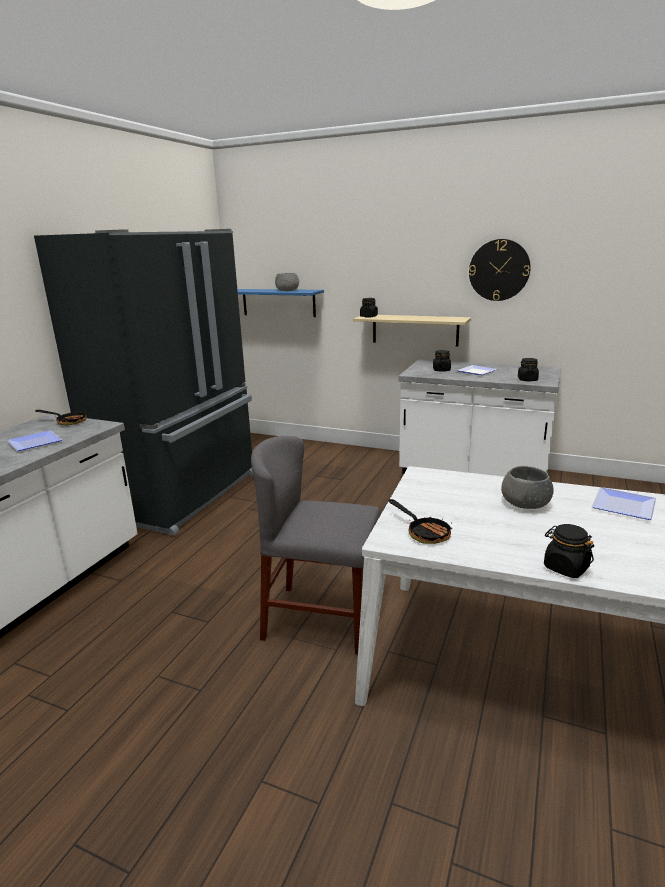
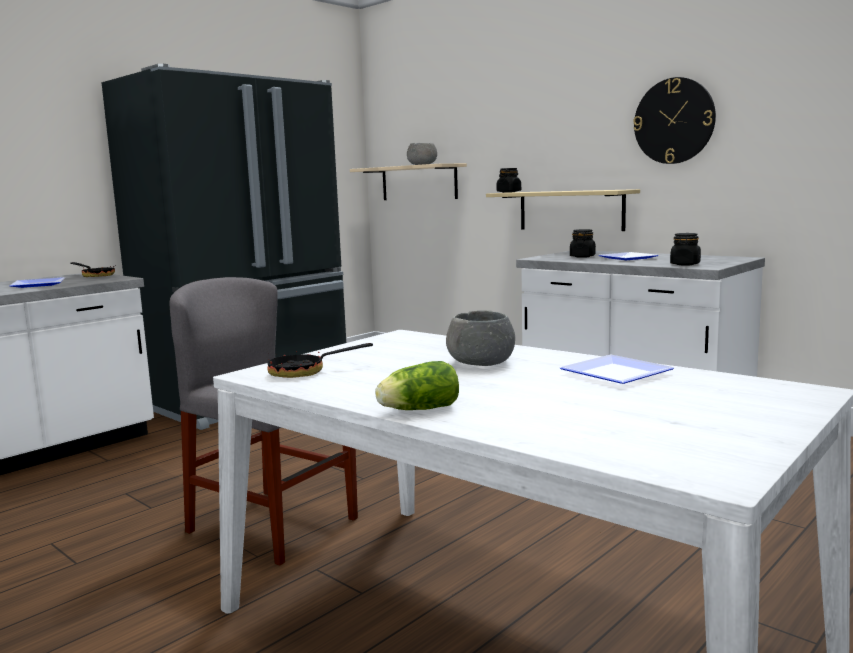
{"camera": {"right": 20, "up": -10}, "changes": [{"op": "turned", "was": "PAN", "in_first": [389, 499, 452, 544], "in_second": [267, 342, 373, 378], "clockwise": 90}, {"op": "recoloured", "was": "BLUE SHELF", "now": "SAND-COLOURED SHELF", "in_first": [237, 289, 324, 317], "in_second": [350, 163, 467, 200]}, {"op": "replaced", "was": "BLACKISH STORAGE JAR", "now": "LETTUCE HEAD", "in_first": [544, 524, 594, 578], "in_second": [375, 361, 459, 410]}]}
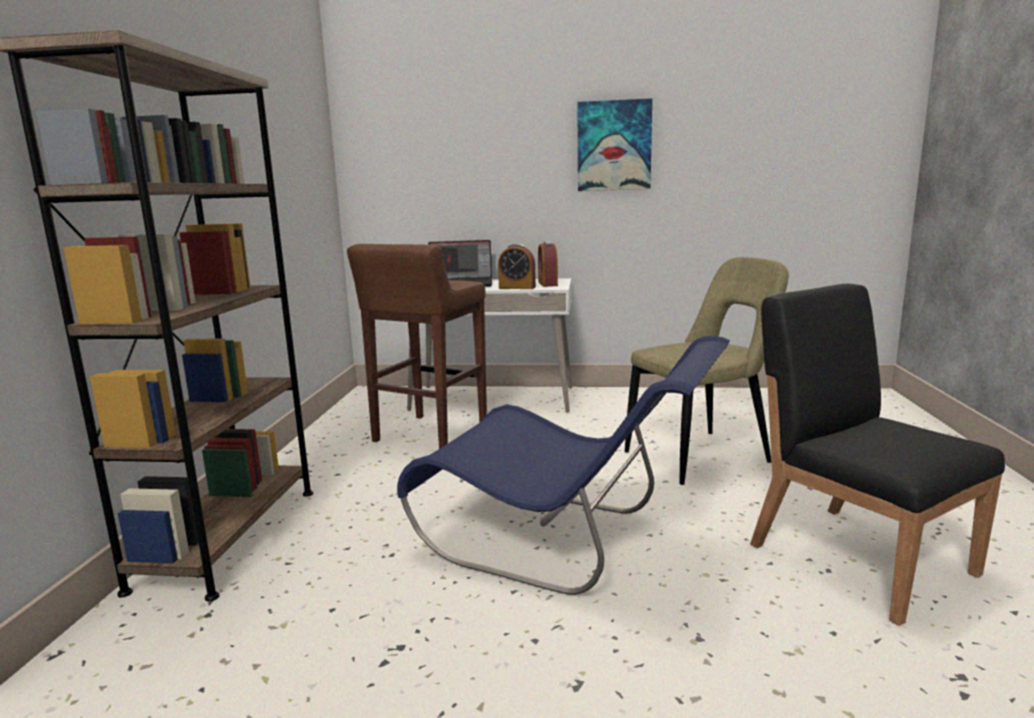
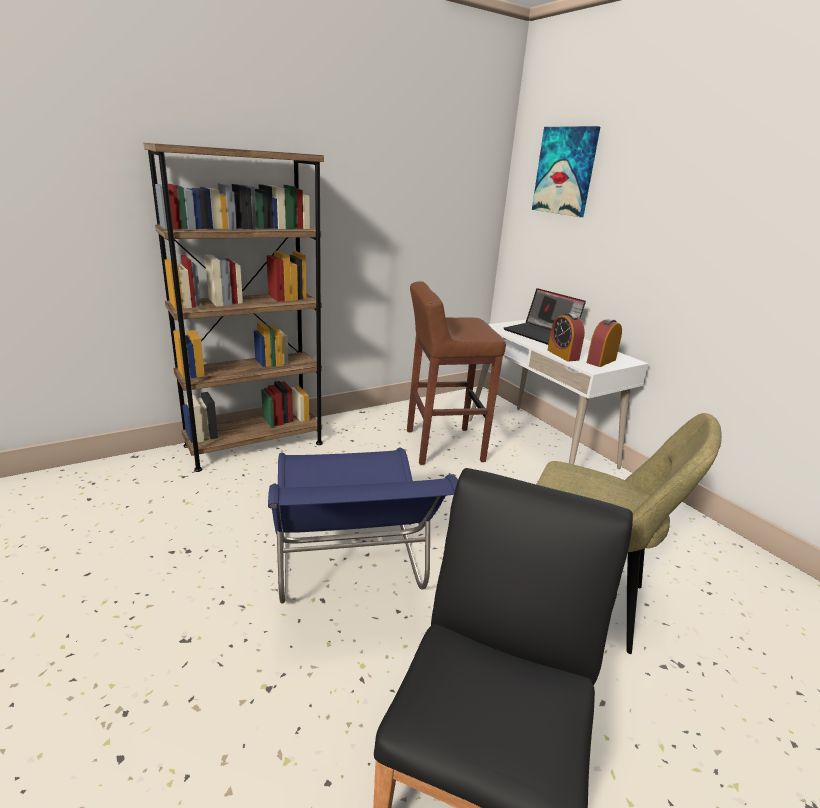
{"camera": {"right": 50, "up": 10}, "changes": [{"op": "moved", "was": "PICTURE", "in_first": [577, 98, 652, 191], "in_second": [532, 126, 600, 217]}]}
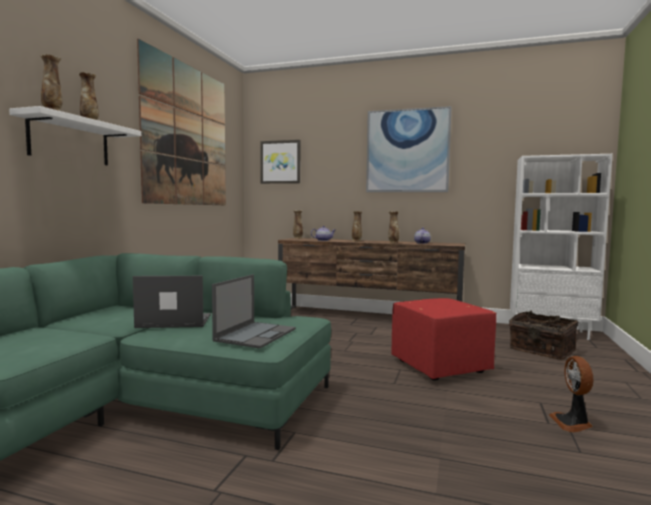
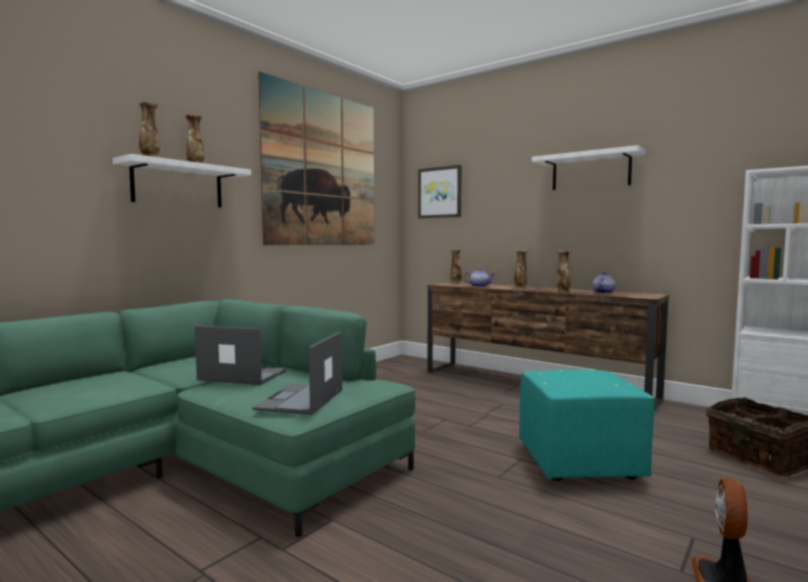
{"camera": {"right": 20, "up": 0}, "changes": [{"op": "turned", "was": "PORTABLE COMPUTER", "in_first": [212, 274, 296, 348], "in_second": [252, 332, 342, 415], "clockwise": 150}, {"op": "recoloured", "was": "RED FOOTREST", "now": "TURQUOISE-COLOURED FOOTREST", "in_first": [391, 298, 496, 381], "in_second": [519, 370, 654, 481]}, {"op": "replaced", "was": "PICTURE", "now": "WHITE SHELF", "in_first": [366, 106, 451, 192], "in_second": [532, 145, 646, 190]}]}
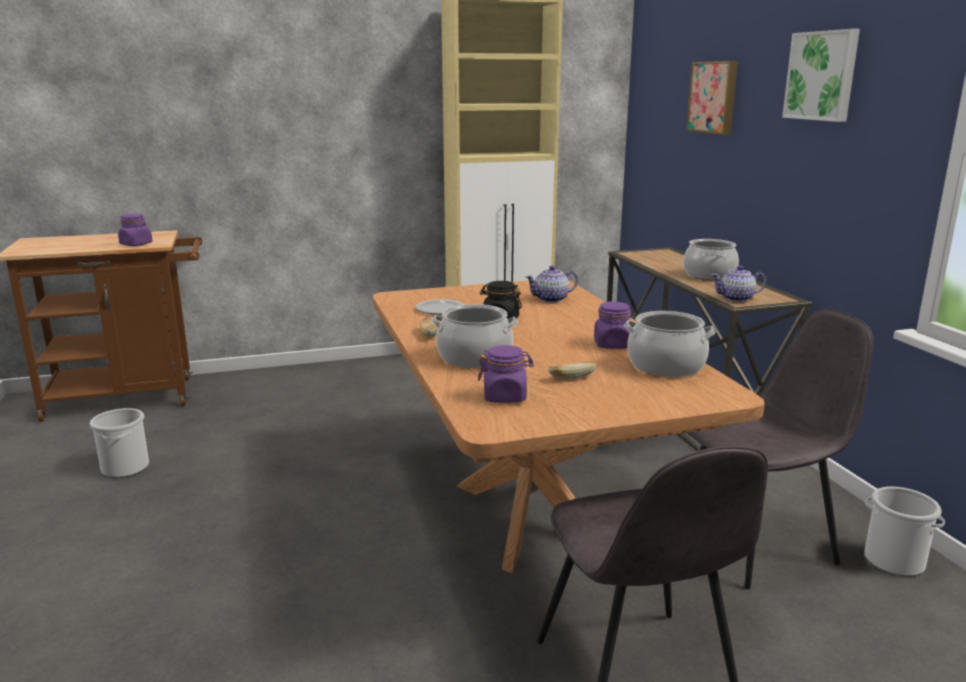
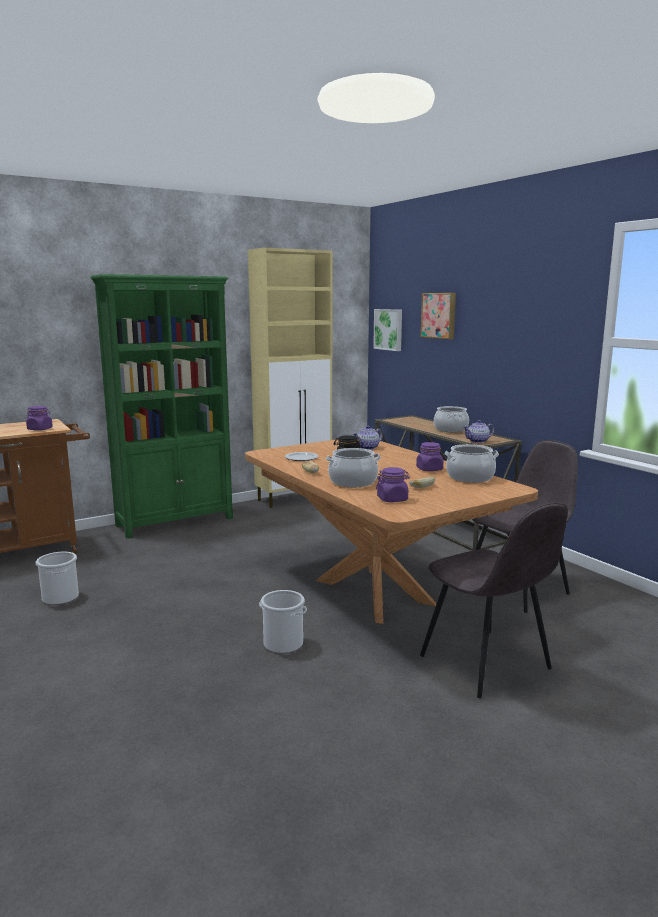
{"camera": {"right": -15, "up": -5}, "changes": [{"op": "added", "now": "GREENISH BOOKSHELF", "in_second": [90, 274, 233, 538]}, {"op": "moved", "was": "PAIL", "in_first": [864, 486, 945, 577], "in_second": [259, 590, 307, 654]}, {"op": "moved", "was": "PICTURE", "in_first": [782, 29, 860, 122], "in_second": [373, 309, 402, 351]}]}
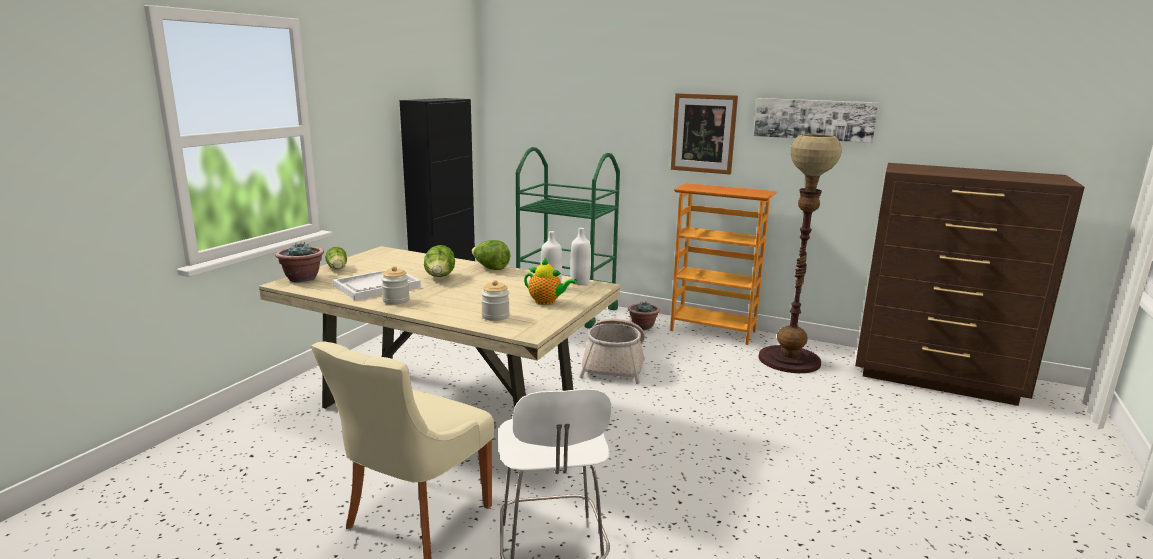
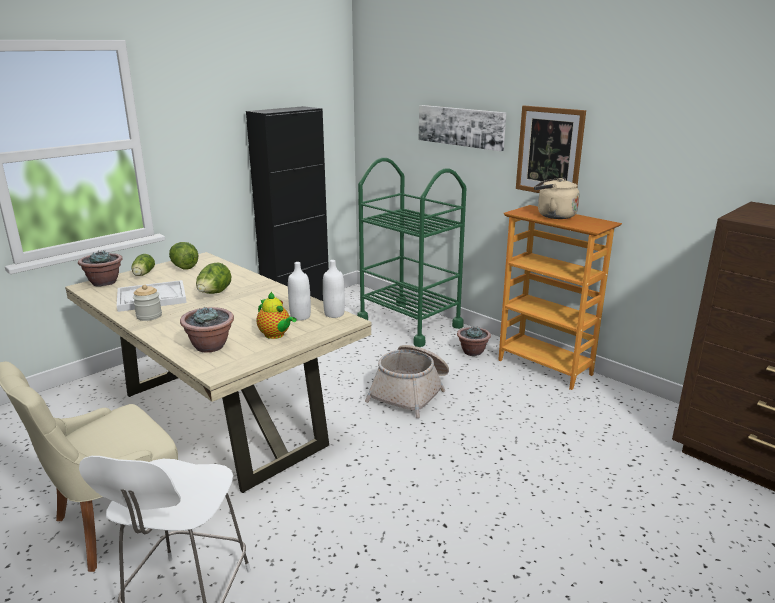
{"camera": {"right": 20, "up": 5}, "changes": [{"op": "moved", "was": "LETTUCE HEAD", "in_first": [472, 240, 511, 270], "in_second": [169, 242, 198, 270]}, {"op": "replaced", "was": "STORAGE JAR", "now": "HOUSEPLANT", "in_first": [481, 280, 510, 321], "in_second": [180, 307, 234, 353]}, {"op": "moved", "was": "PICTURE", "in_first": [754, 98, 879, 143], "in_second": [419, 105, 506, 151]}, {"op": "added", "now": "SAND-COLOURED TEA KETTLE", "in_second": [534, 178, 580, 219]}, {"op": "removed", "was": "STANDING LAMP", "in_first": [758, 134, 842, 373]}]}
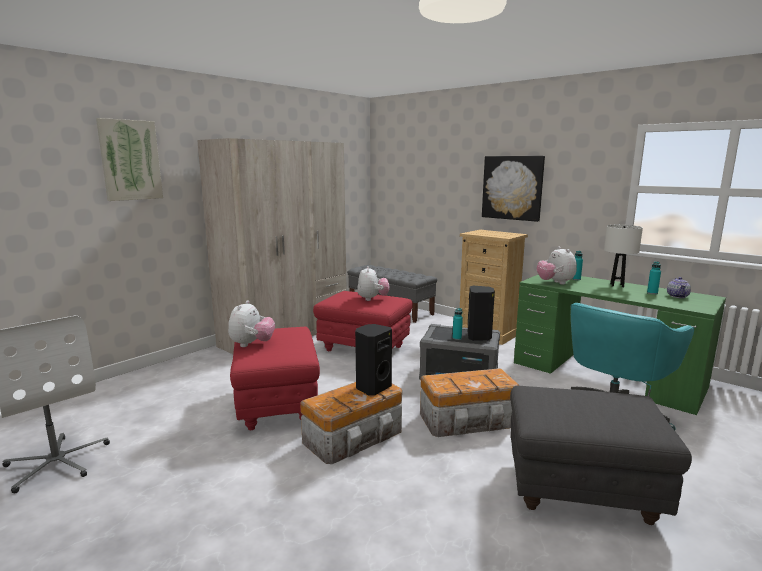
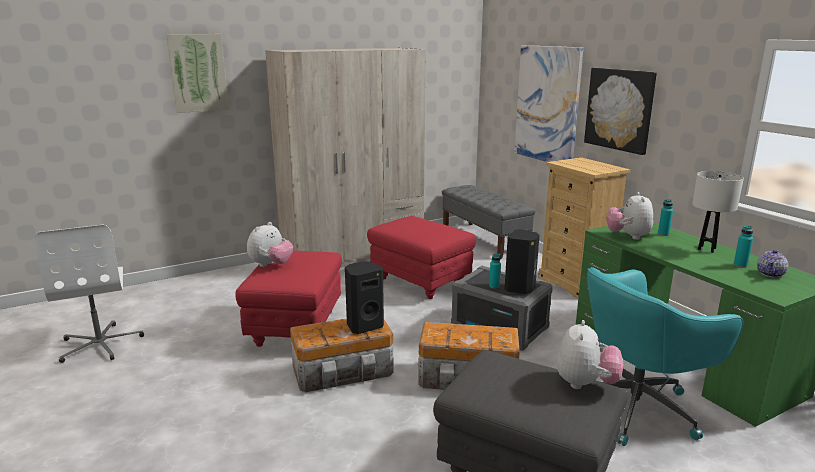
{"camera": {"right": 20, "up": 5}, "changes": [{"op": "added", "now": "PICTURE", "in_second": [514, 45, 583, 162]}, {"op": "moved", "was": "CUDDLY TOY", "in_first": [357, 266, 389, 301], "in_second": [557, 320, 623, 389]}]}
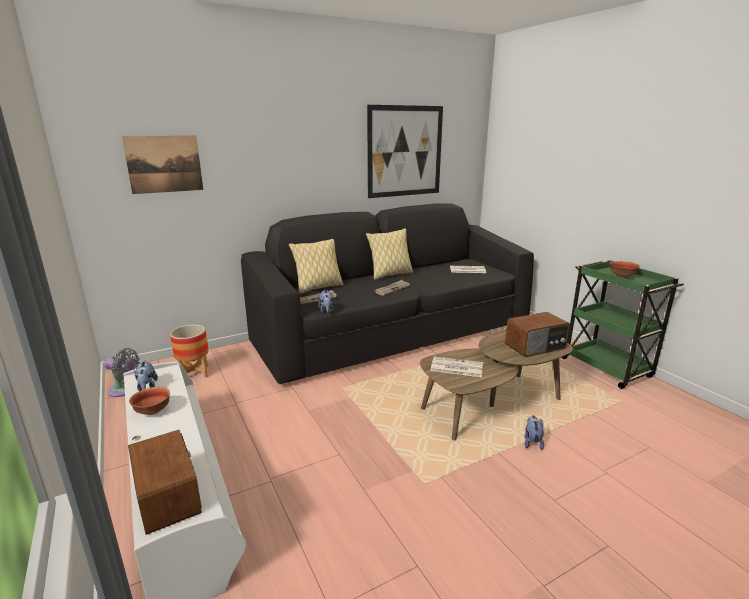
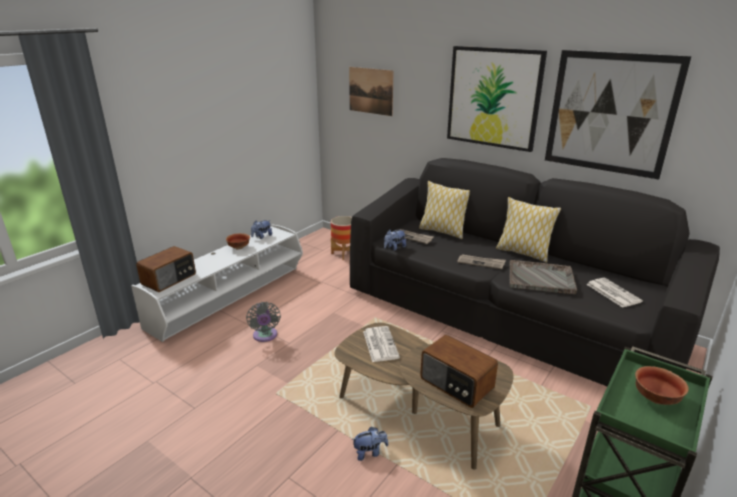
{"camera": {"right": 65, "up": 5}, "changes": [{"op": "moved", "was": "GREY FAN", "in_first": [104, 348, 140, 397], "in_second": [246, 302, 281, 342]}, {"op": "added", "now": "PICTURE", "in_second": [447, 46, 547, 152]}, {"op": "added", "now": "GREY CARRYING TRAY", "in_second": [509, 260, 577, 294]}]}
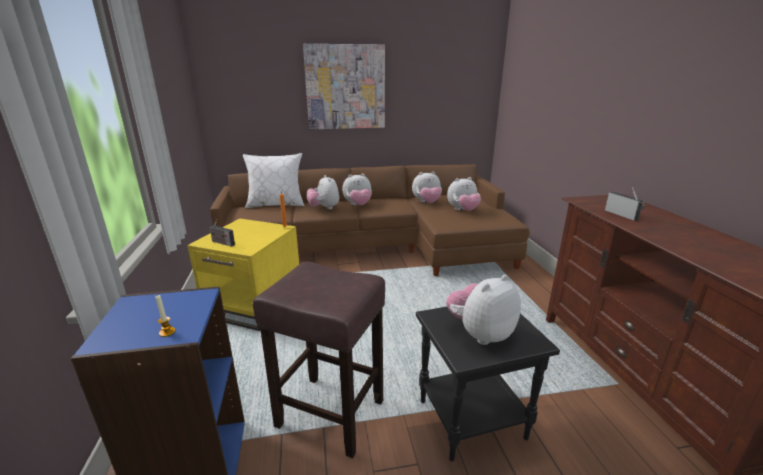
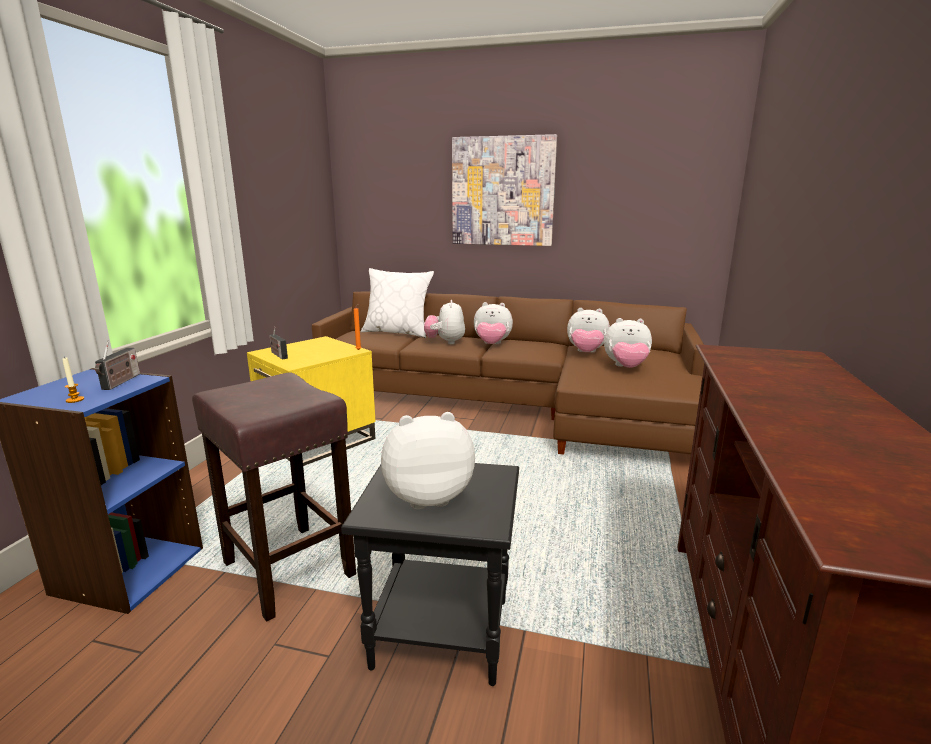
{"camera": {"right": 25, "up": -5}, "changes": [{"op": "moved", "was": "RADIO", "in_first": [605, 187, 645, 221], "in_second": [95, 341, 140, 390]}]}
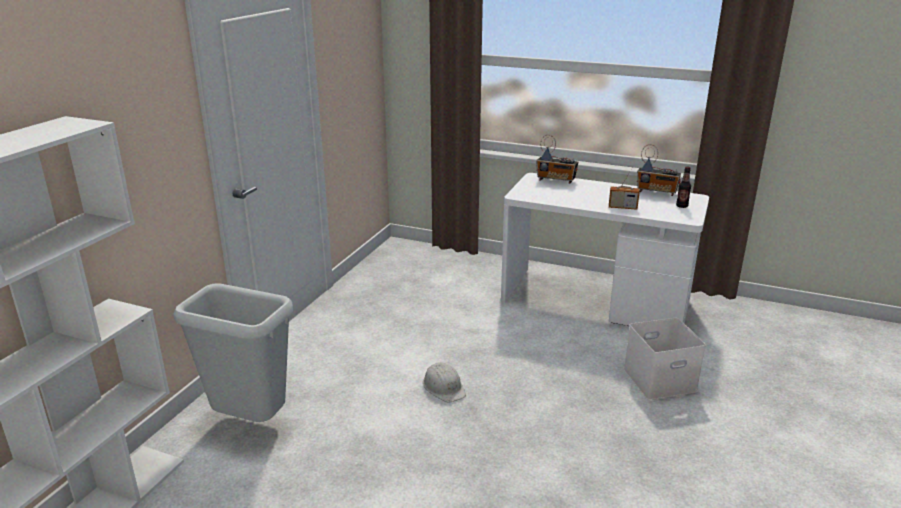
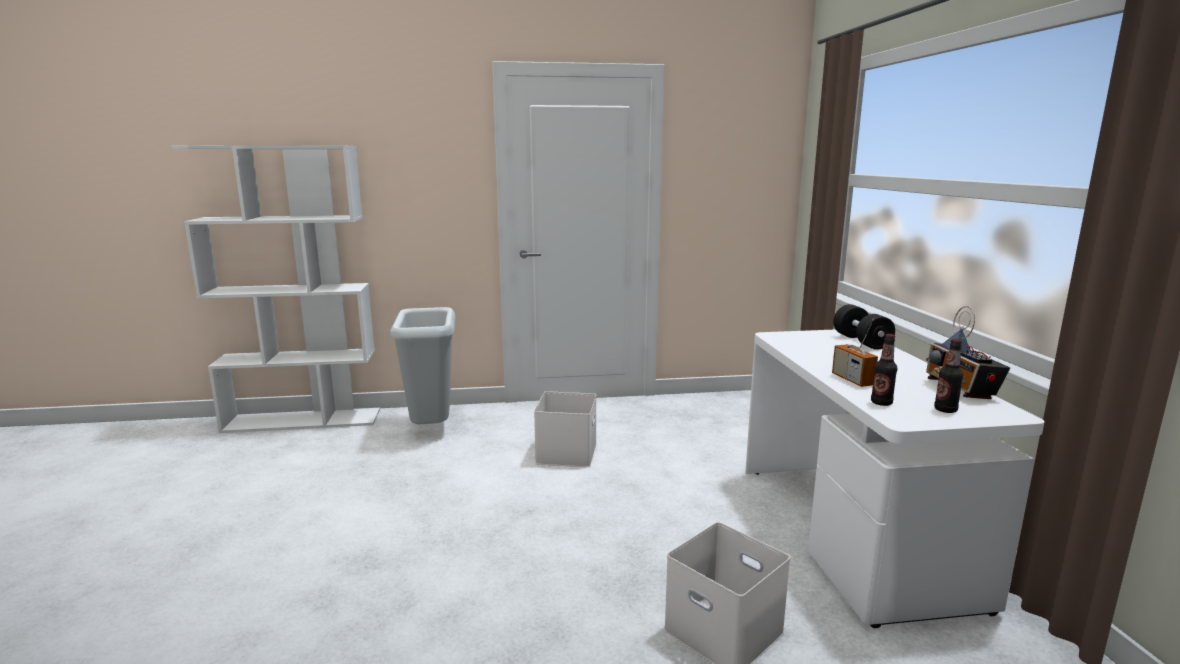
{"camera": {"right": 60, "up": -10}, "changes": [{"op": "added", "now": "WHITE STORAGE BOX", "in_second": [534, 391, 597, 467]}, {"op": "replaced", "was": "RADIO", "now": "BLACKISH HAND WEIGHT", "in_first": [536, 135, 578, 184], "in_second": [833, 304, 895, 350]}, {"op": "added", "now": "DRINK BOTTLE", "in_second": [871, 334, 897, 406]}, {"op": "removed", "was": "WHITE SAFETY HELMET", "in_first": [423, 362, 466, 402]}]}
